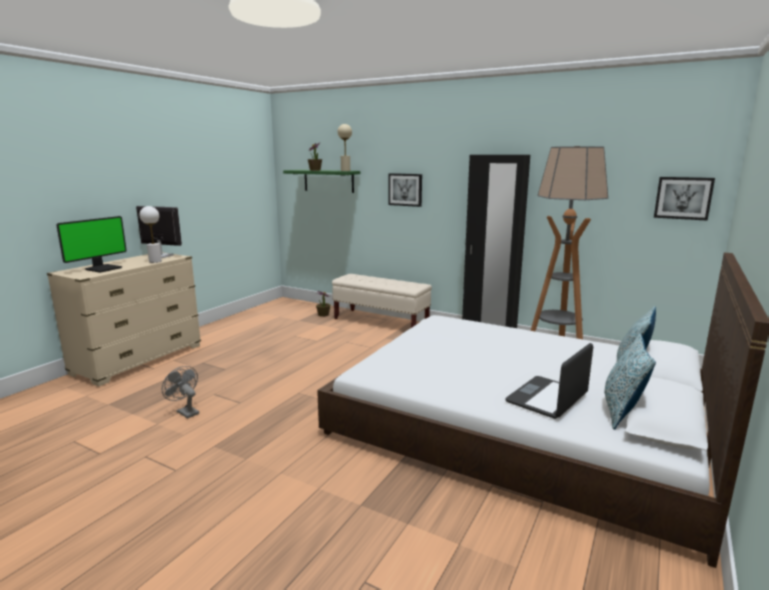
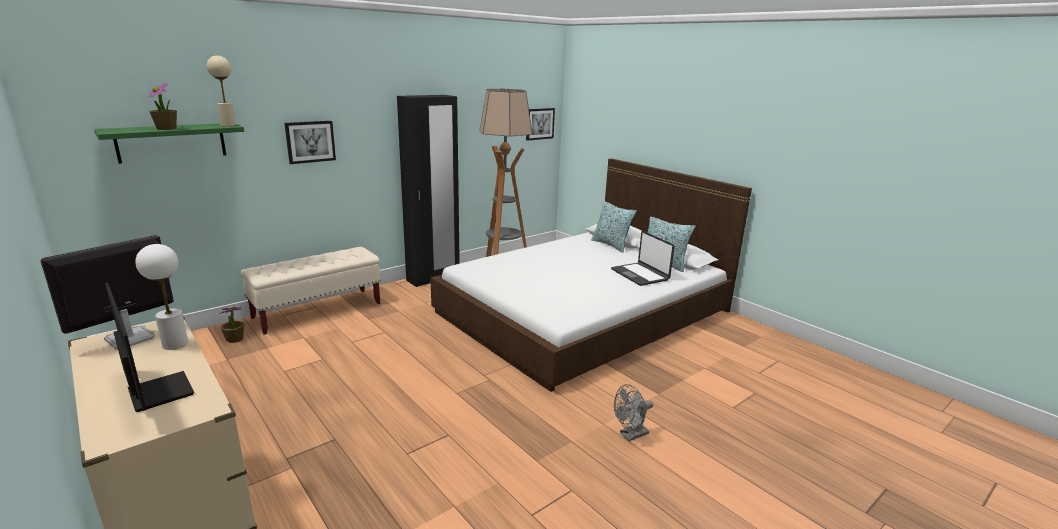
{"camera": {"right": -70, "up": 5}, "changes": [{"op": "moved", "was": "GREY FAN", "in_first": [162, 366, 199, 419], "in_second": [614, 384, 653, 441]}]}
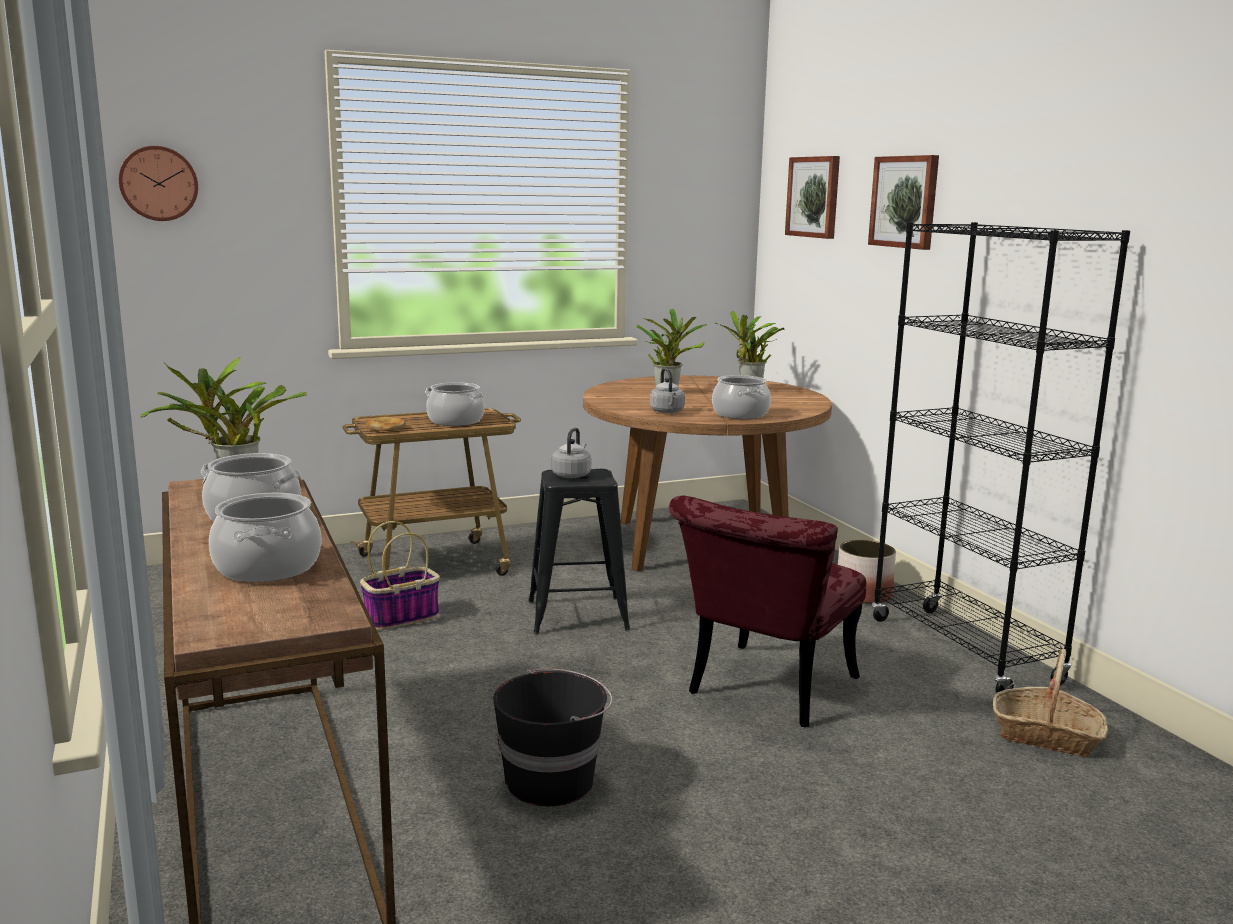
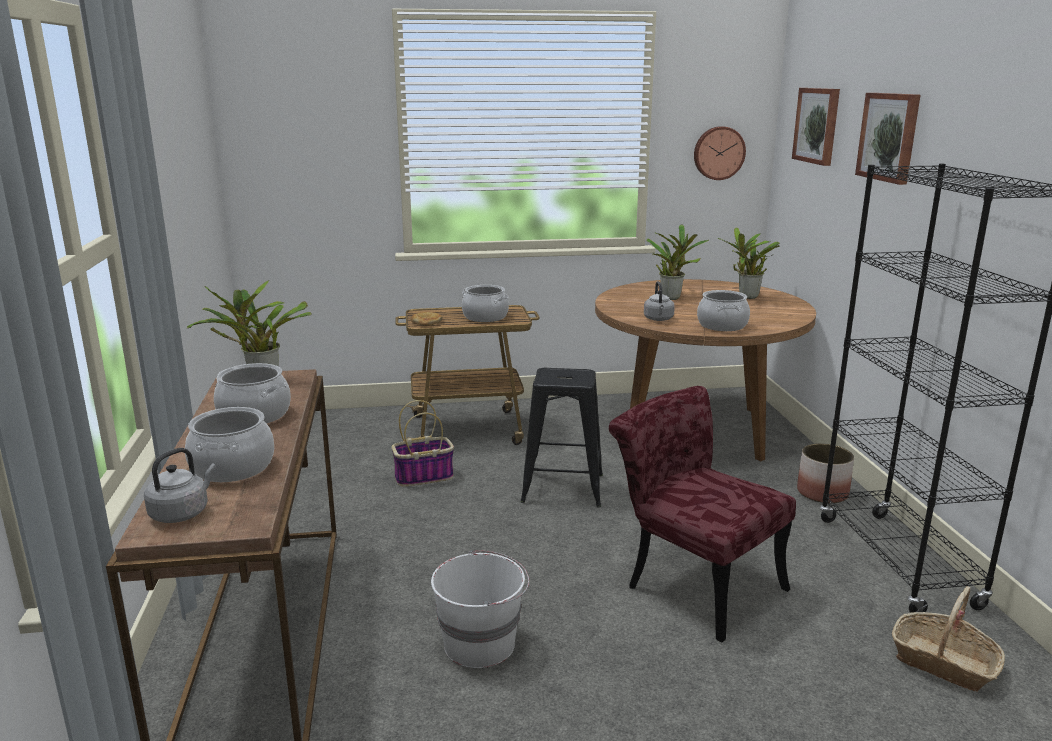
{"camera": {"right": 15, "up": 5}, "changes": [{"op": "moved", "was": "GREY TEA KETTLE", "in_first": [552, 427, 591, 478], "in_second": [144, 448, 216, 523]}, {"op": "recoloured", "was": "BLACKISH PAIL", "now": "WHITE PAIL", "in_first": [493, 669, 612, 806], "in_second": [431, 550, 529, 668]}, {"op": "turned", "was": "RED PLAIN CHAIR", "in_first": [669, 496, 866, 727], "in_second": [609, 386, 796, 643], "clockwise": 90}, {"op": "moved", "was": "CLOCK ON THE WALL", "in_first": [119, 146, 198, 221], "in_second": [694, 126, 746, 180]}]}
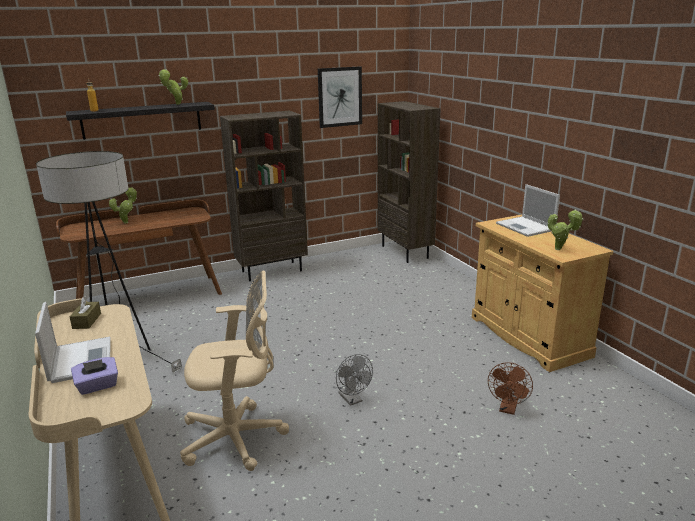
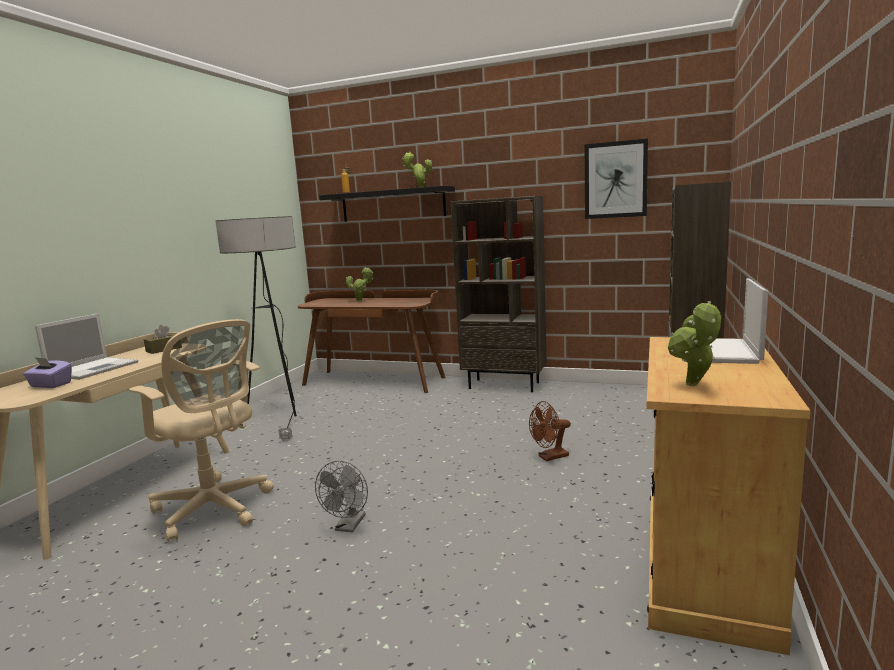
{"camera": {"right": 45, "up": -10}, "changes": [{"op": "moved", "was": "BROWN FAN", "in_first": [488, 362, 533, 415], "in_second": [529, 401, 571, 461]}]}
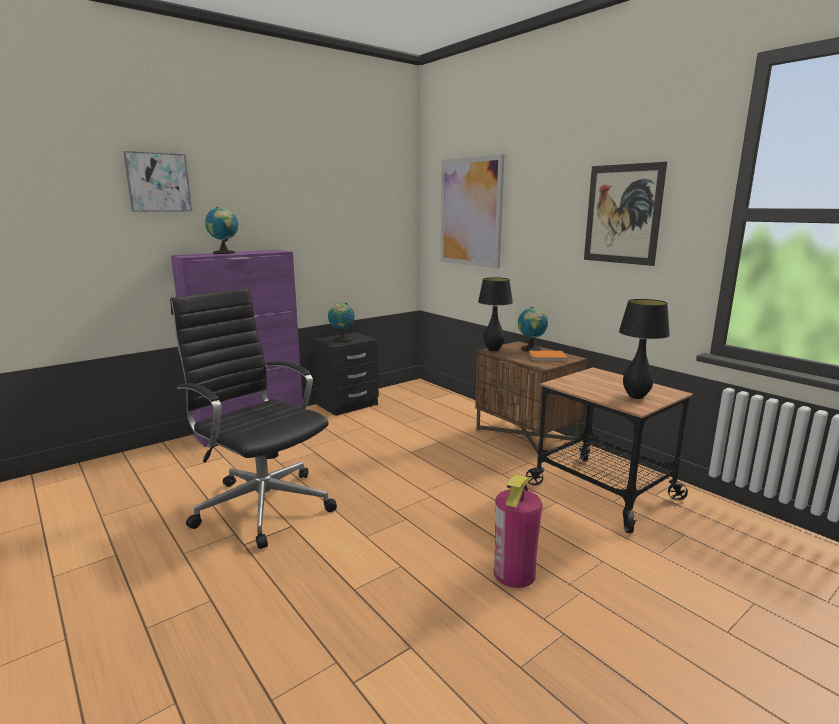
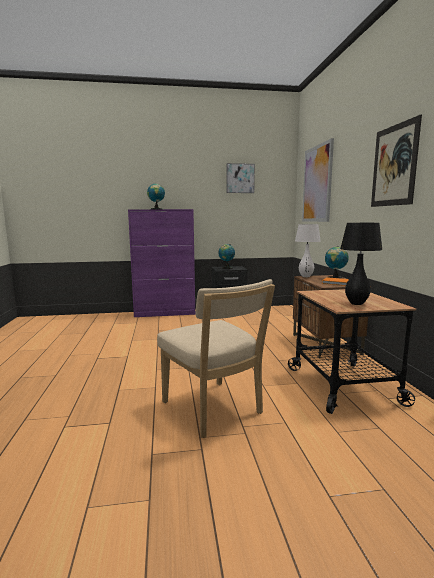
{"camera": {"right": 30, "up": -5}, "changes": [{"op": "replaced", "was": "FIRE EXTINGUISHER", "now": "SAND-COLOURED PLAIN CHAIR", "in_first": [494, 475, 543, 588], "in_second": [157, 279, 275, 438]}, {"op": "moved", "was": "PICTURE", "in_first": [123, 151, 192, 212], "in_second": [227, 163, 255, 193]}, {"op": "recoloured", "was": "BLACKISH TABLE LAMP", "now": "WHITE TABLE LAMP", "in_first": [478, 277, 513, 351], "in_second": [295, 224, 321, 277]}, {"op": "removed", "was": "BLACKISH DESK CHAIR", "in_first": [170, 288, 337, 549]}]}
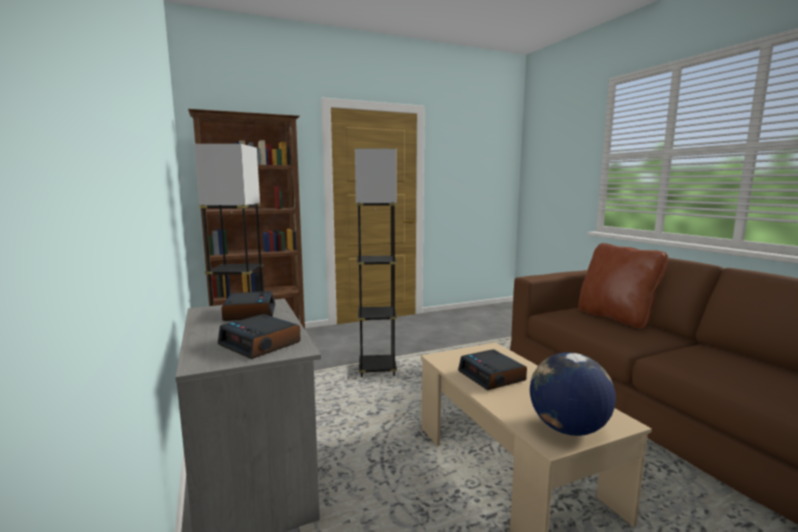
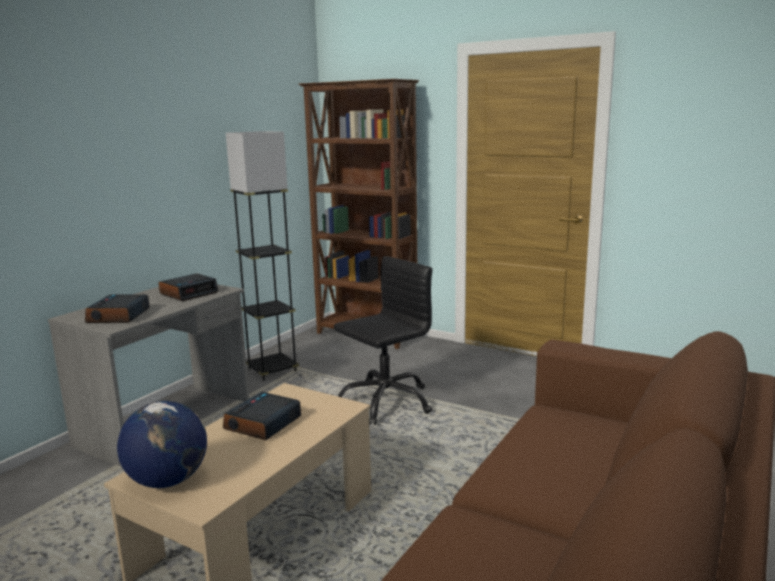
{"camera": {"right": 55, "up": 5}, "changes": [{"op": "replaced", "was": "BLACKISH STANDING LAMP", "now": "BLACKISH DESK CHAIR", "in_first": [355, 148, 397, 377], "in_second": [334, 256, 432, 425]}, {"op": "removed", "was": "BROWN CUSHION", "in_first": [578, 243, 668, 328]}]}
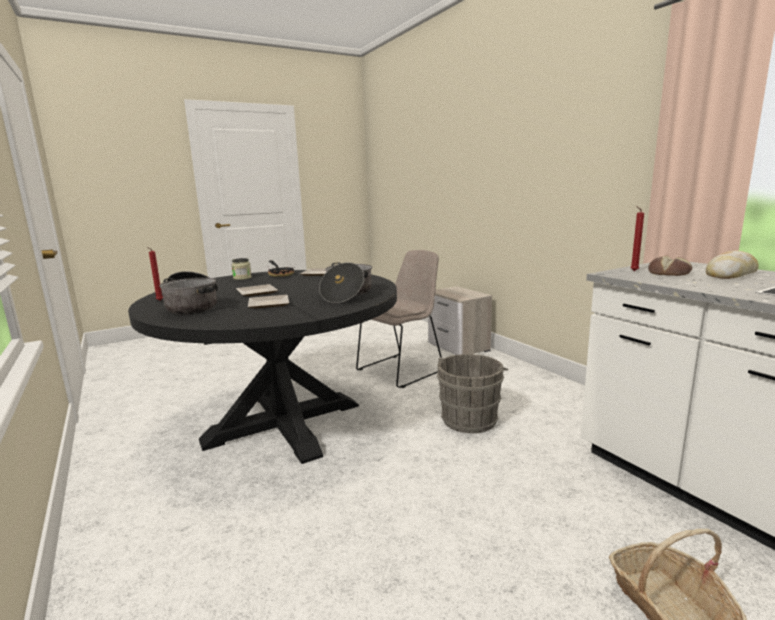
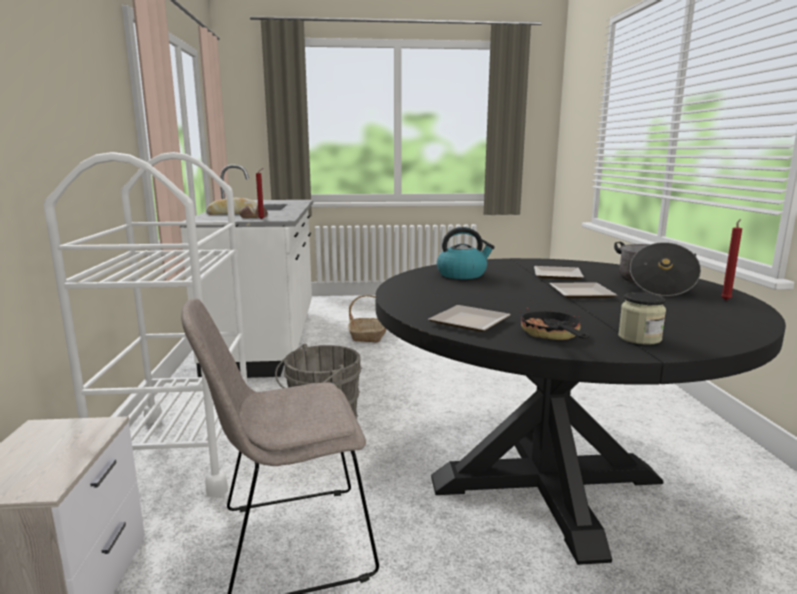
{"camera": {"right": -155, "up": 0}, "changes": [{"op": "added", "now": "WHITE WHEELED CART", "in_second": [43, 152, 248, 498]}, {"op": "replaced", "was": "SAUCEPOT", "now": "TEA KETTLE", "in_first": [319, 262, 372, 303], "in_second": [437, 227, 495, 279]}]}
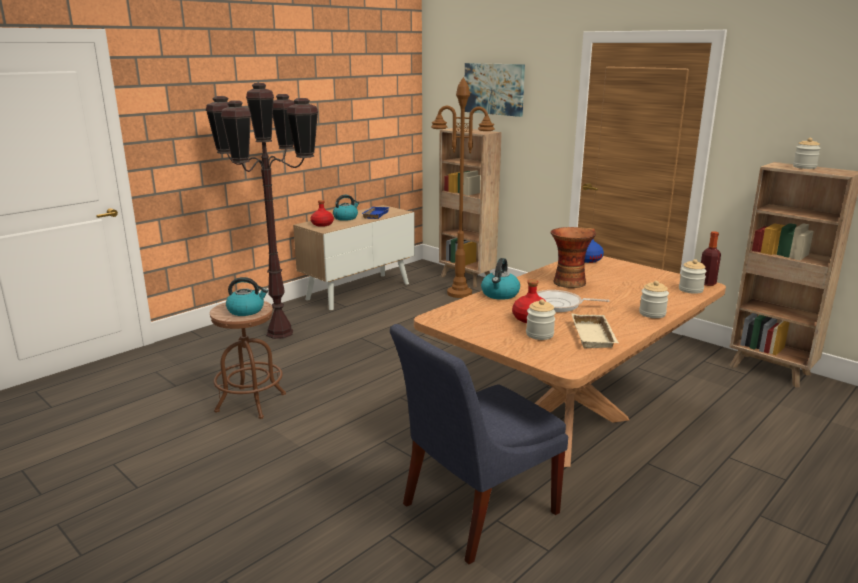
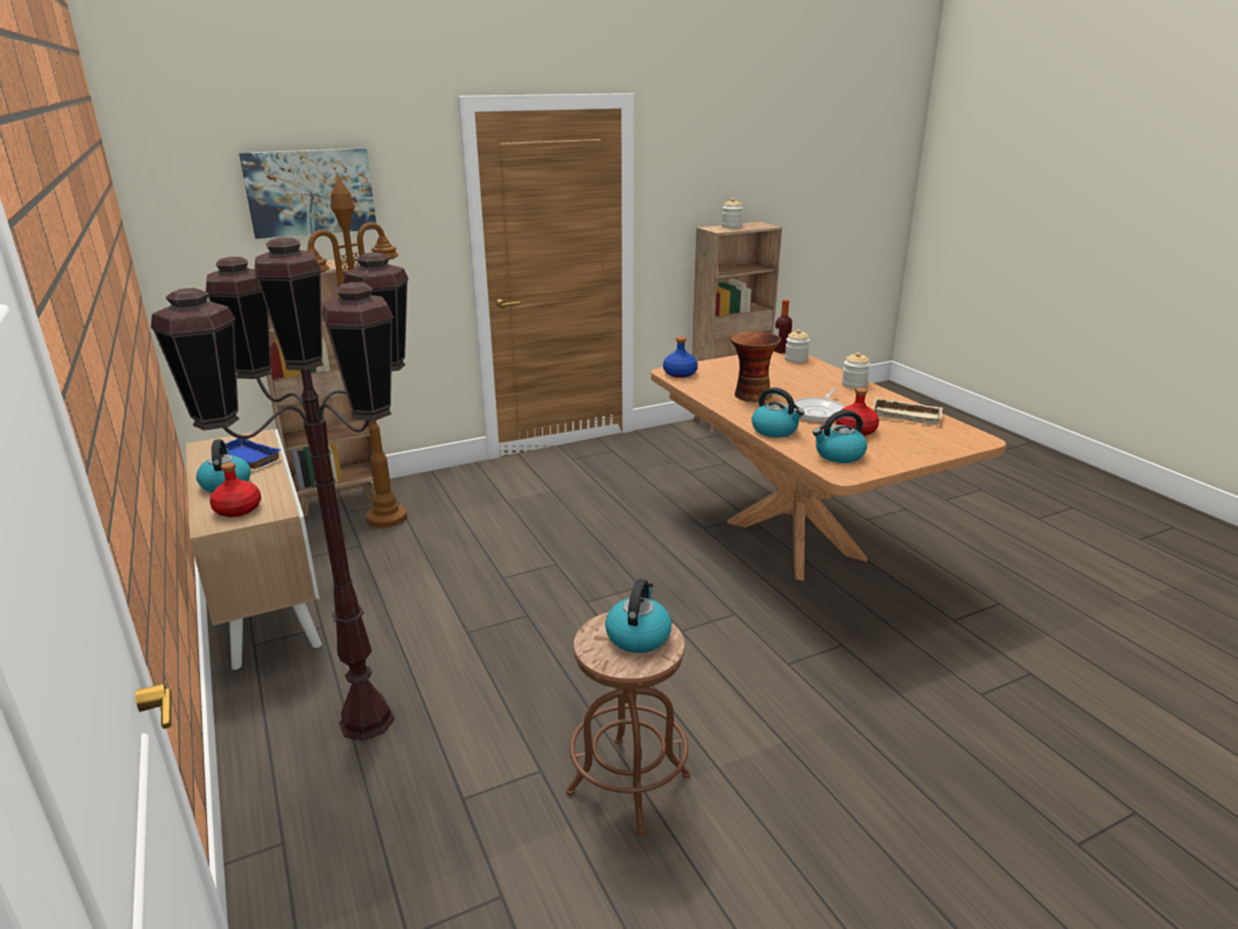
{"camera": {"right": -70, "up": 5}, "changes": [{"op": "added", "now": "TEA KETTLE", "in_second": [813, 410, 867, 463]}, {"op": "removed", "was": "BLUE PLAIN CHAIR", "in_first": [390, 324, 568, 564]}, {"op": "removed", "was": "STORAGE JAR", "in_first": [526, 299, 556, 340]}]}
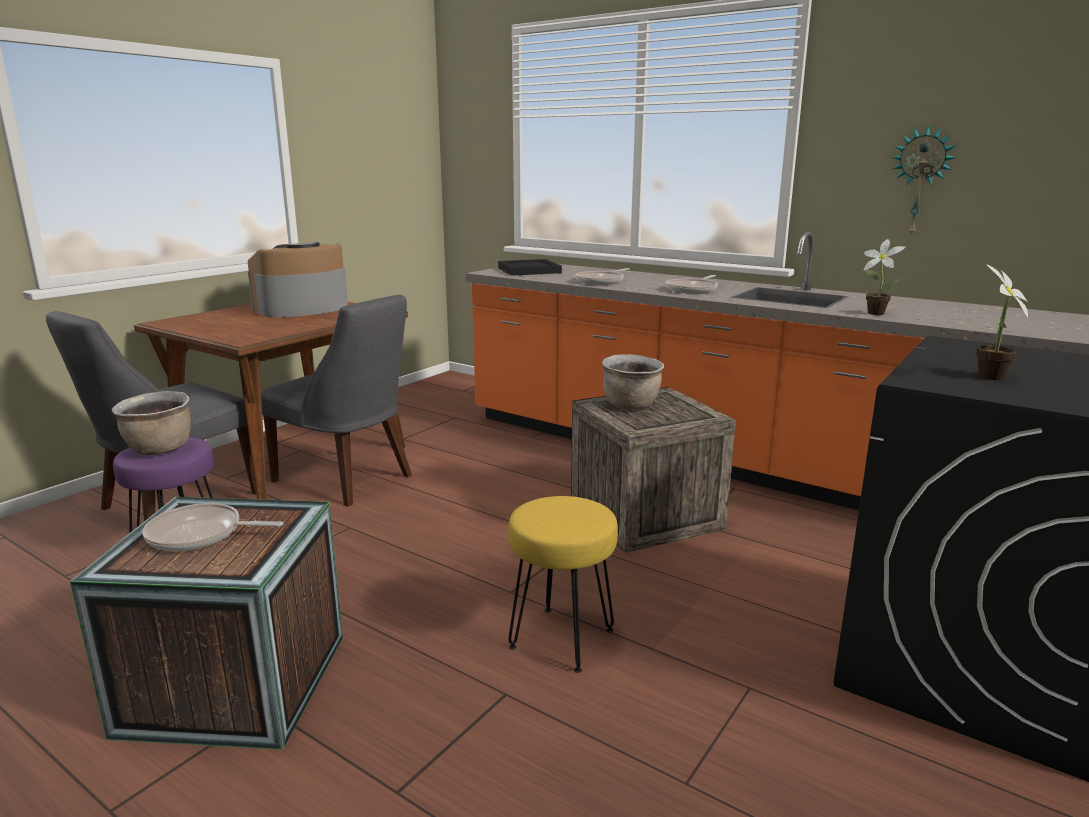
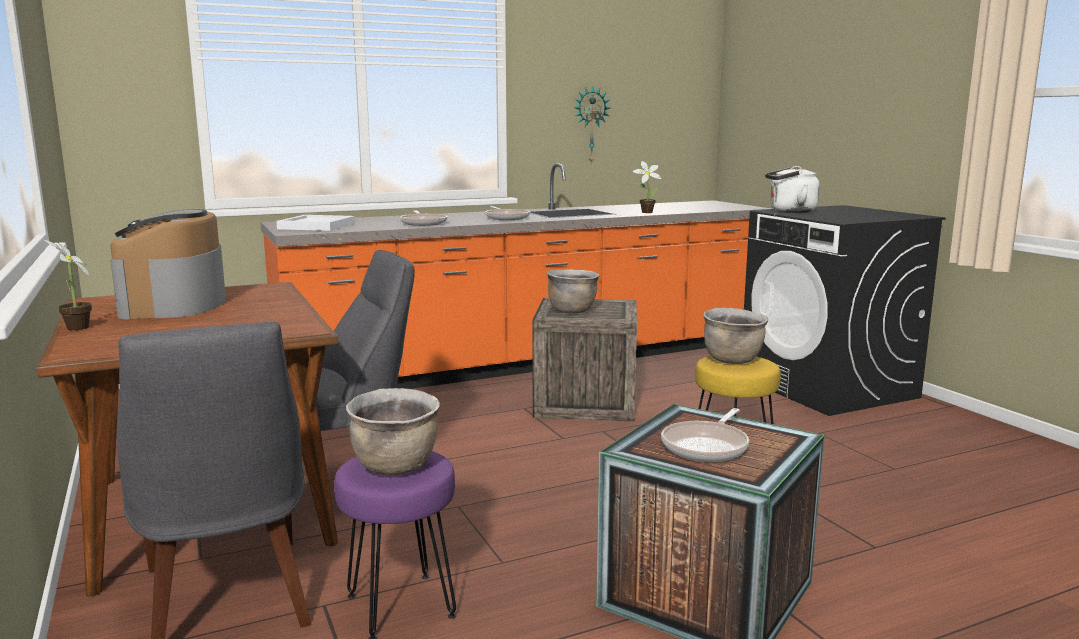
{"camera": {"right": -60, "up": -5}, "changes": [{"op": "moved", "was": "HOUSEPLANT", "in_first": [976, 264, 1028, 380], "in_second": [44, 240, 92, 330]}, {"op": "recoloured", "was": "BLACKISH CARRYING TRAY", "now": "WHITE CARRYING TRAY", "in_first": [498, 259, 562, 276], "in_second": [276, 215, 355, 231]}, {"op": "added", "now": "BROWN SAUCEPOT", "in_second": [703, 308, 768, 364]}, {"op": "added", "now": "WHITE TEA KETTLE", "in_second": [765, 166, 819, 213]}]}
